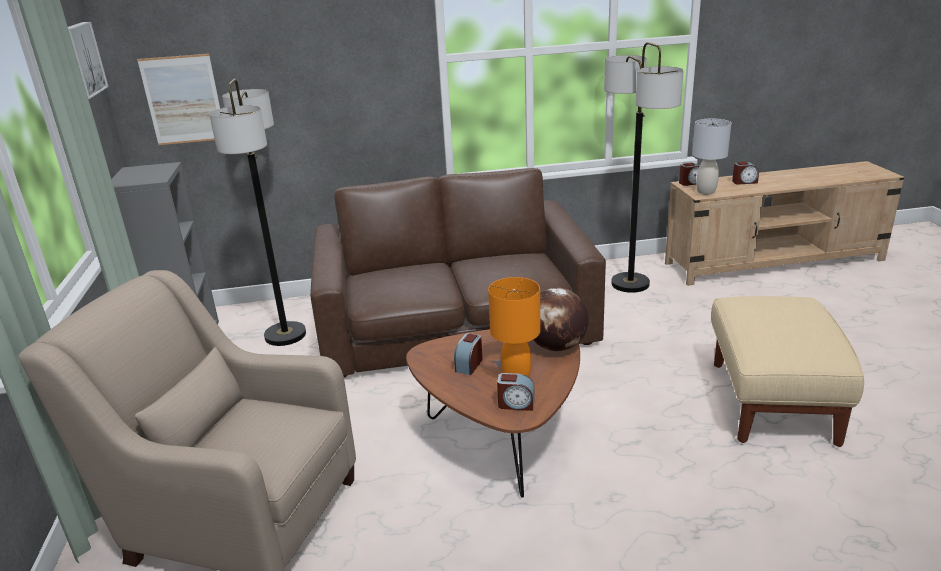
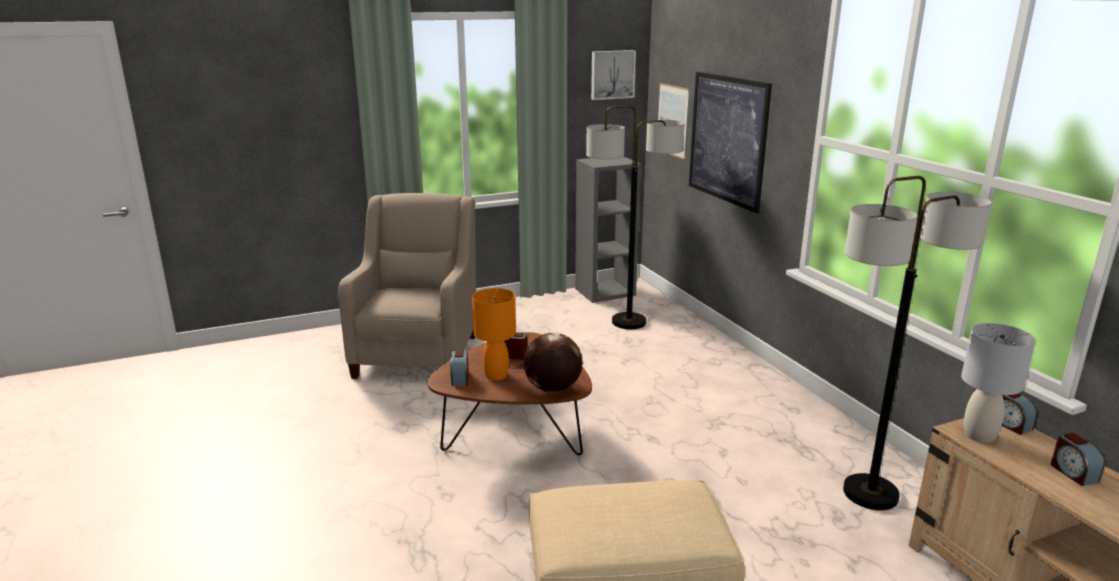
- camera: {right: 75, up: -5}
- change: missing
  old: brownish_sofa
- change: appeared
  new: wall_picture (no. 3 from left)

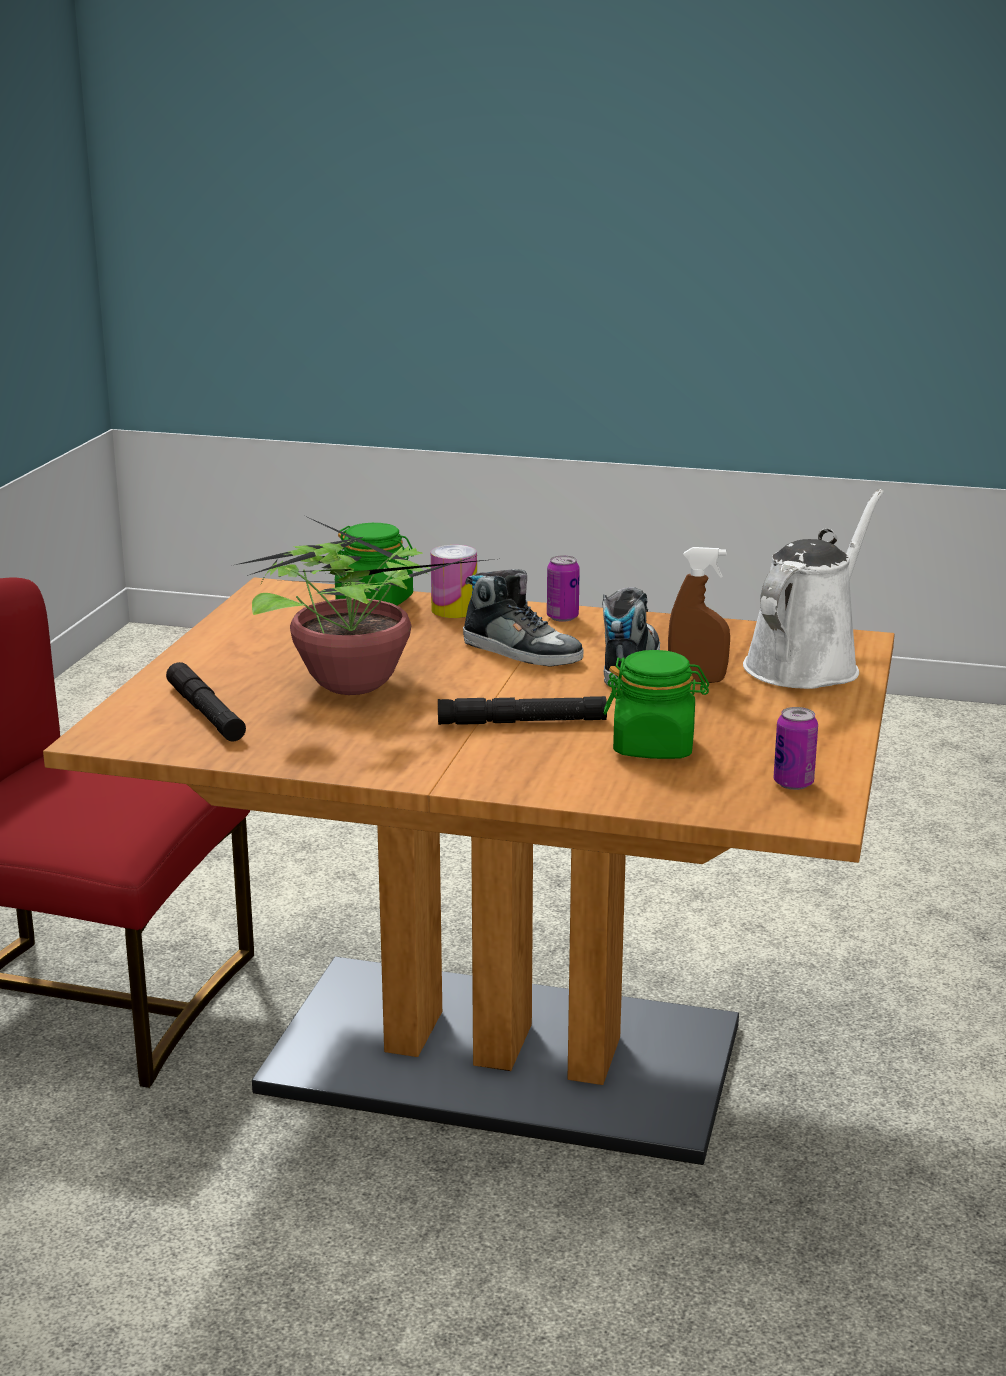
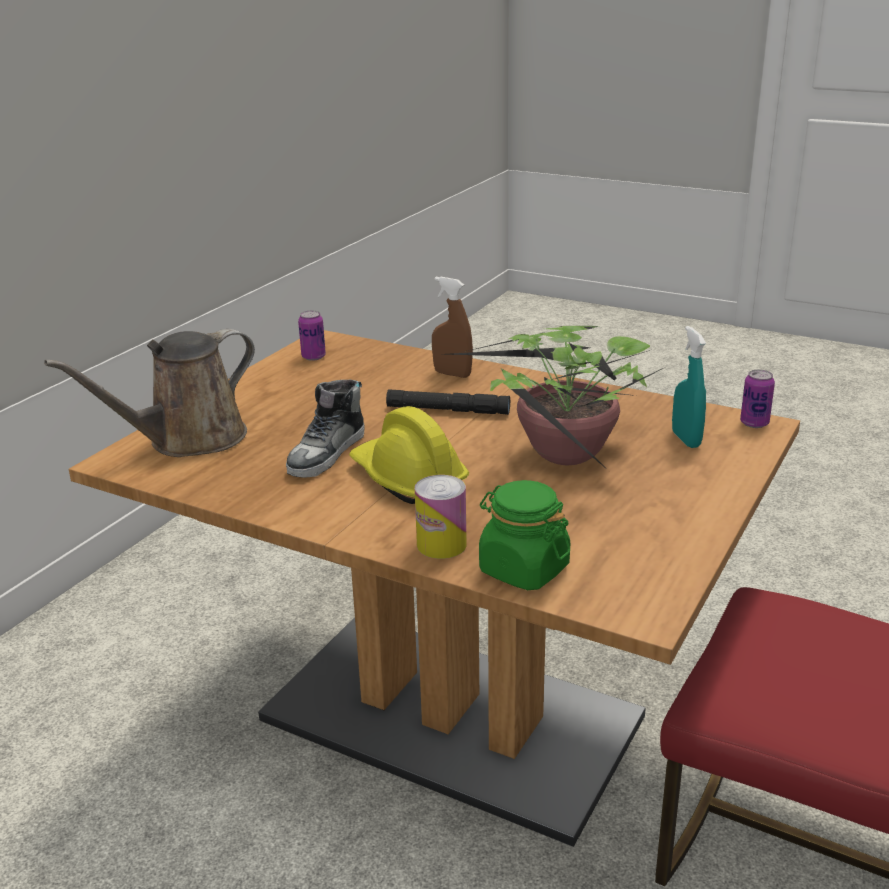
- camera: {right: -165, up: 5}
- change: exchanged
  old: blackish_torch (no. 1 from left)
  new: blue-green_hand_sprayer
- change: exchanged
  old: item_of_footwear (no. 1 from left)
  new: yellow-coloured_work_helmet
- change: relocated
  old: metal_can (no. 2 from left in the first image)
  new: metal_can (no. 3 from left)
- change: missing
  old: green_storage_jar (no. 2 from left)
- change: relocated
  old: brownish_hand_sprayer
- change: colour
  old: white-coloured_watering_can
  new: brownish_watering_can

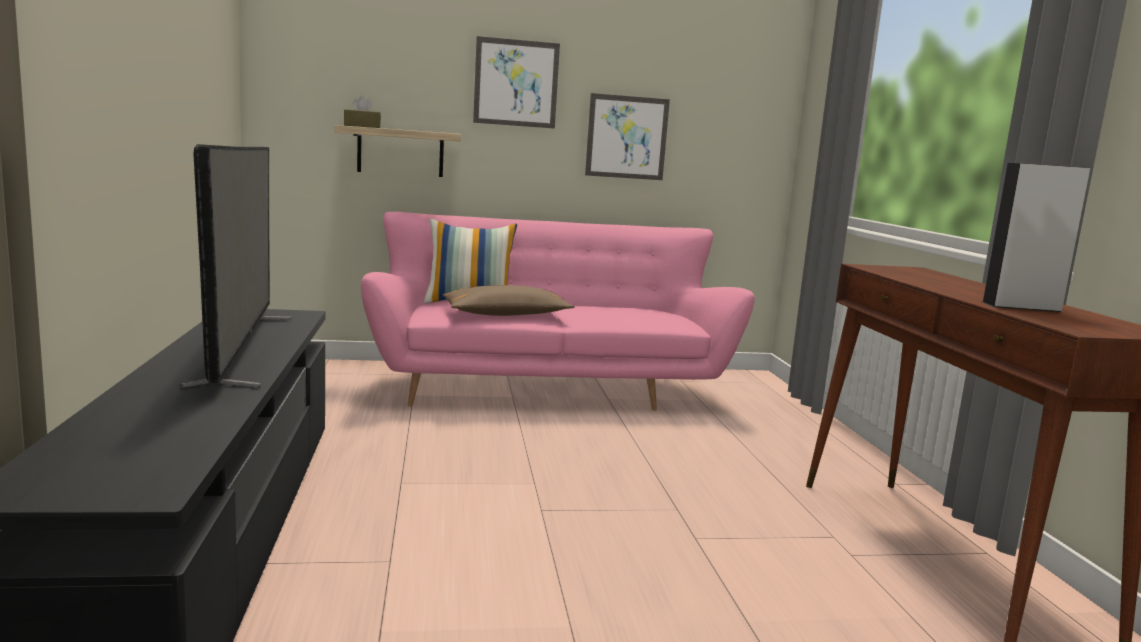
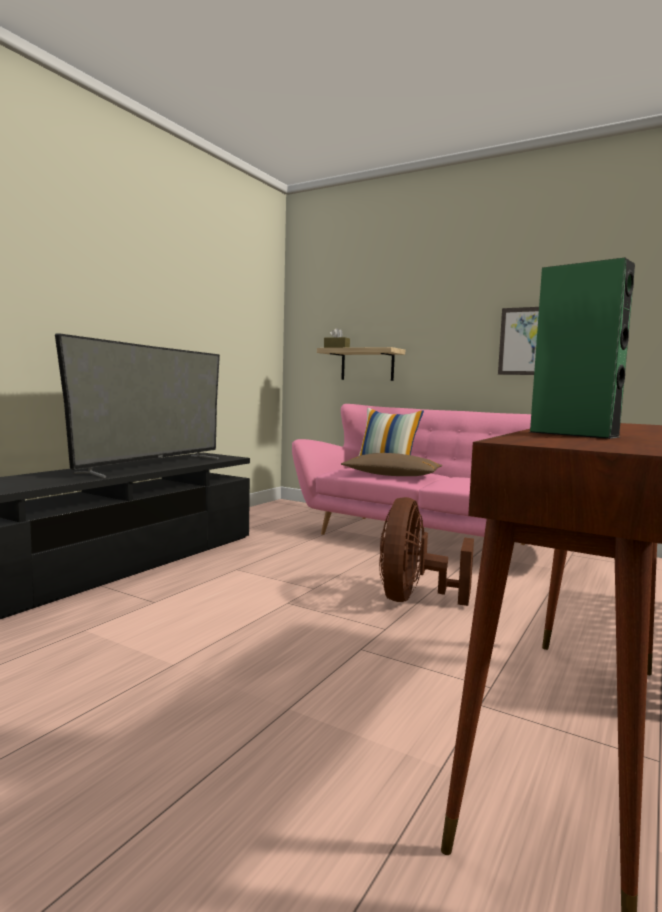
- camera: {right: 40, up: -5}
- change: missing
  old: wall_picture (no. 1 from left)
- change: colour
  old: gray_audio_speaker
  new: green_audio_speaker
- change: appeared
  new: brownish_cooling_fan

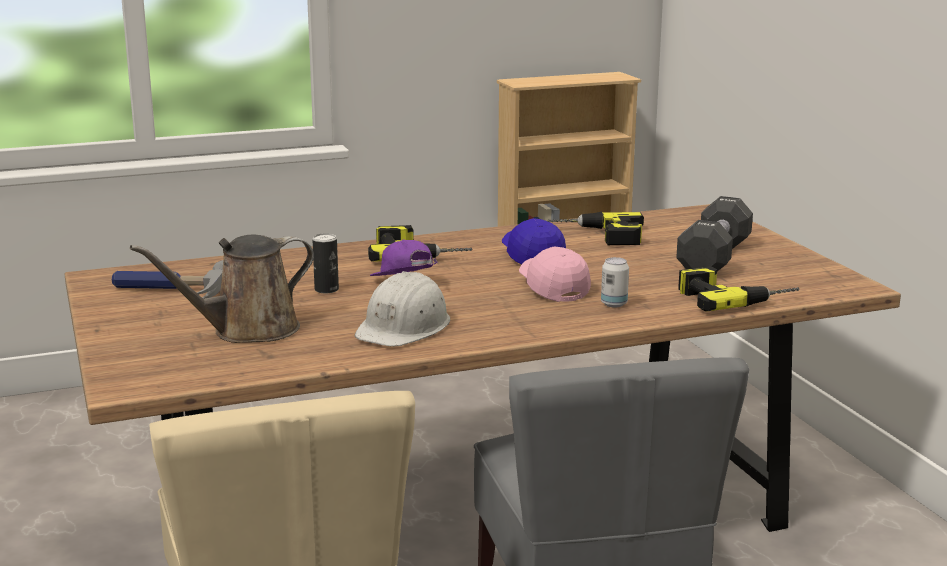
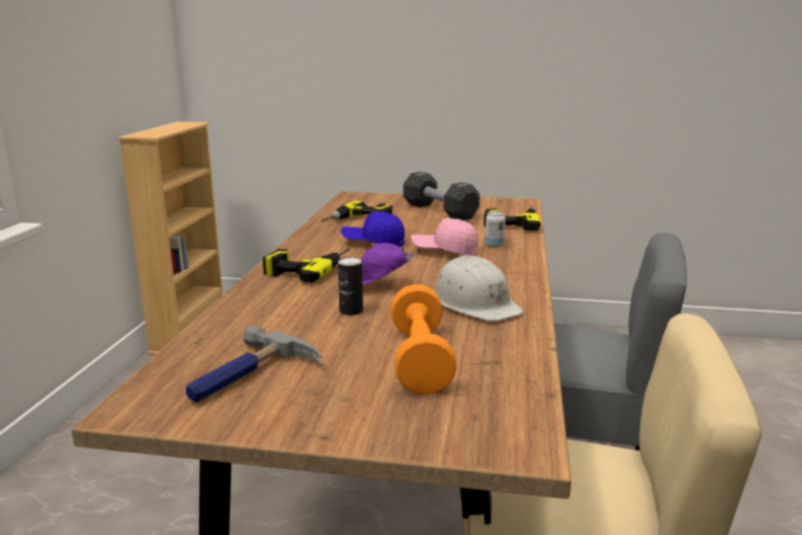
- camera: {right: -60, up: 0}
- change: exchanged
  old: brownish_watering_can
  new: orange_free_weight

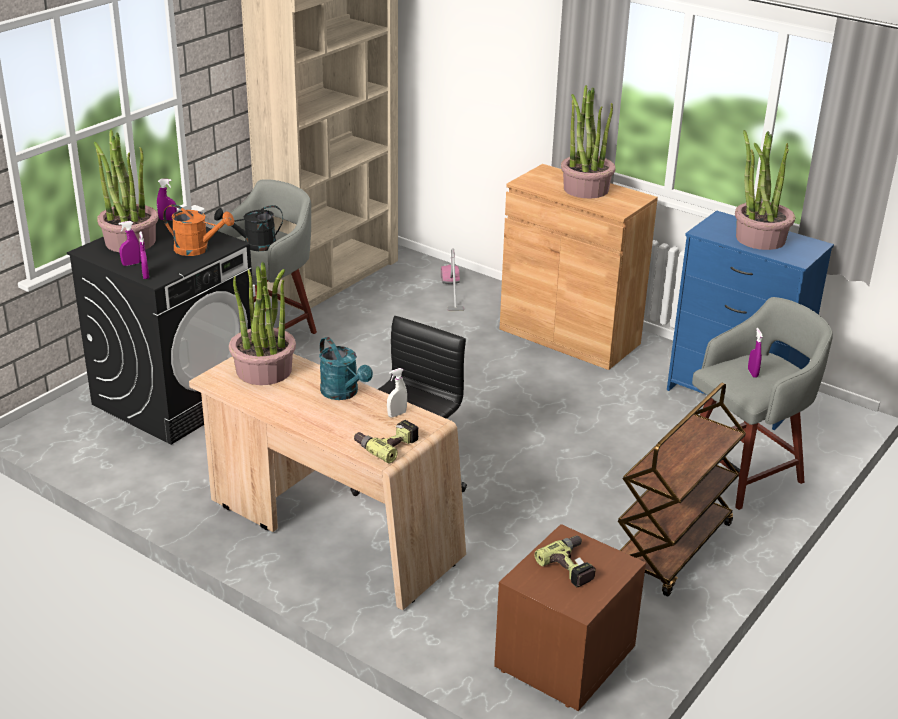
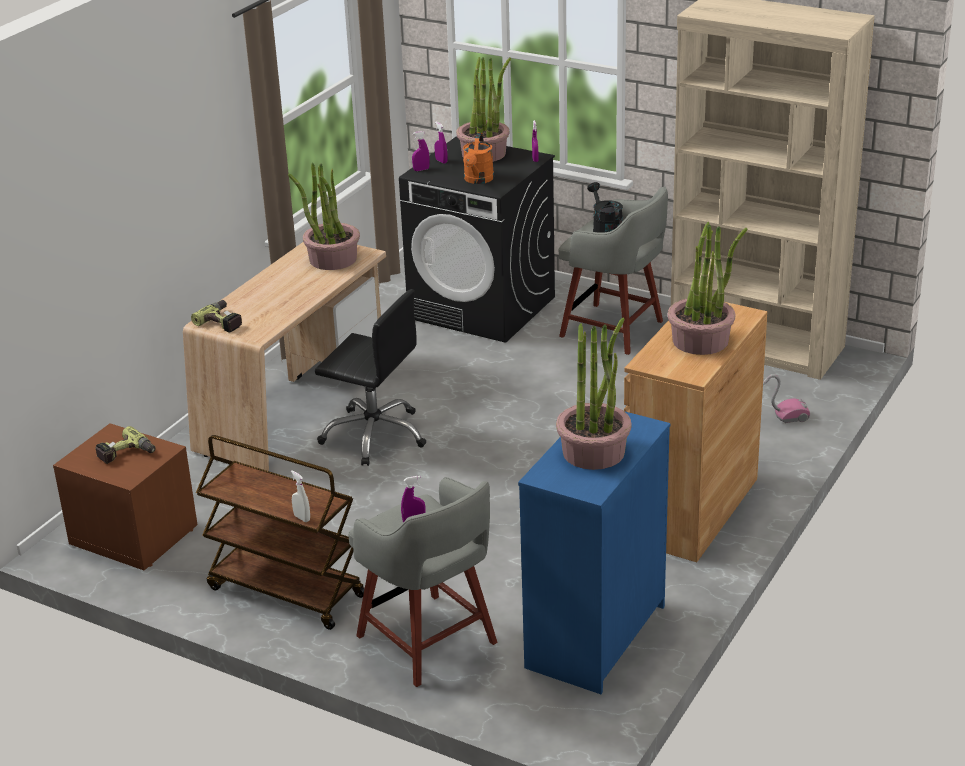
- camera: {right: 85, up: 0}
- change: missing
  old: blue-green_watering_can
- change: relocated
  old: white-coloured_hand_sprayer

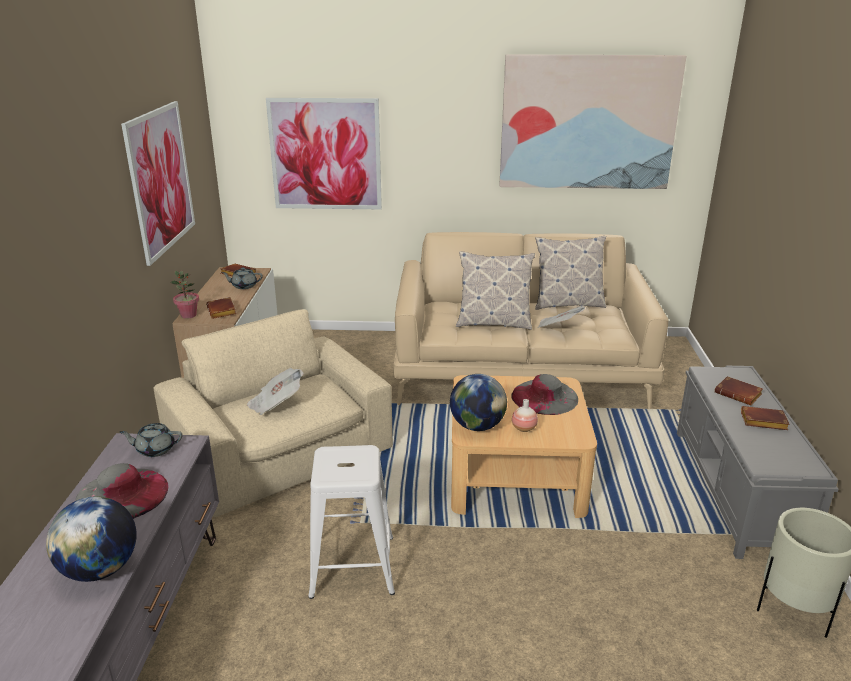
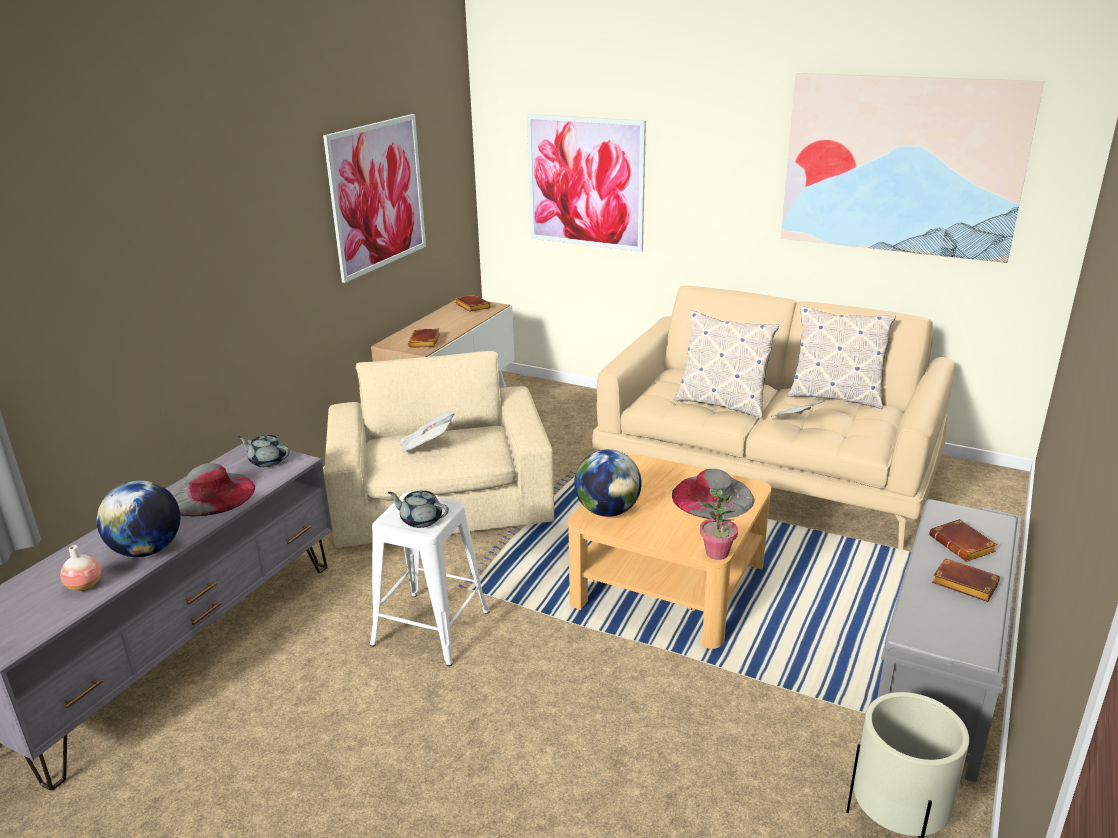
- camera: {right: 25, up: 0}
- change: relocated
  old: houseplant
- change: relocated
  old: gray_teapot (no. 2 from left)
- change: relocated
  old: vase

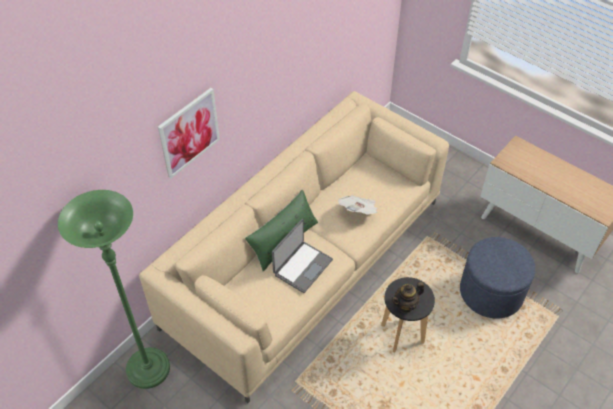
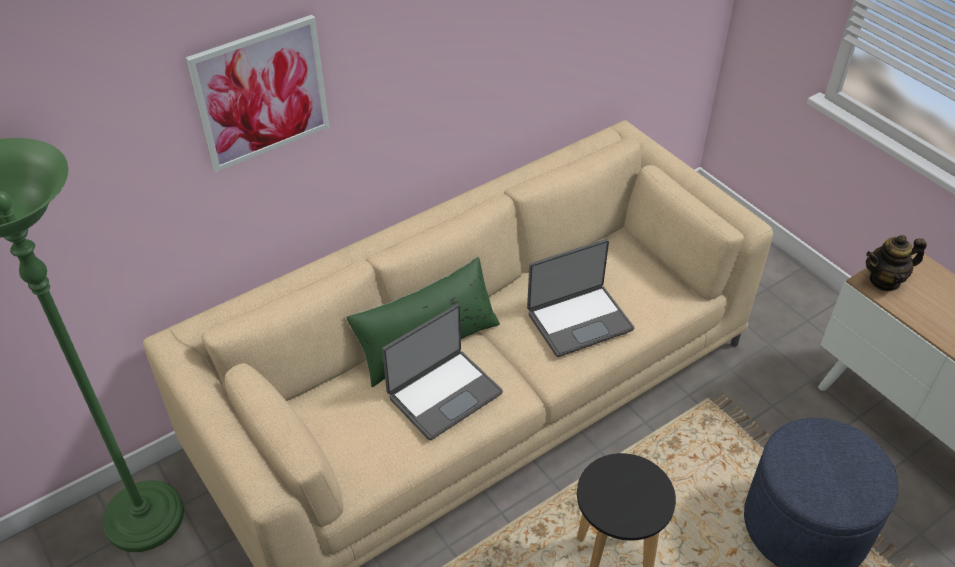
- camera: {right: 15, up: -5}
- change: exchanged
  old: printed_paper
  new: laptop (no. 2 from left)
- change: relocated
  old: teapot

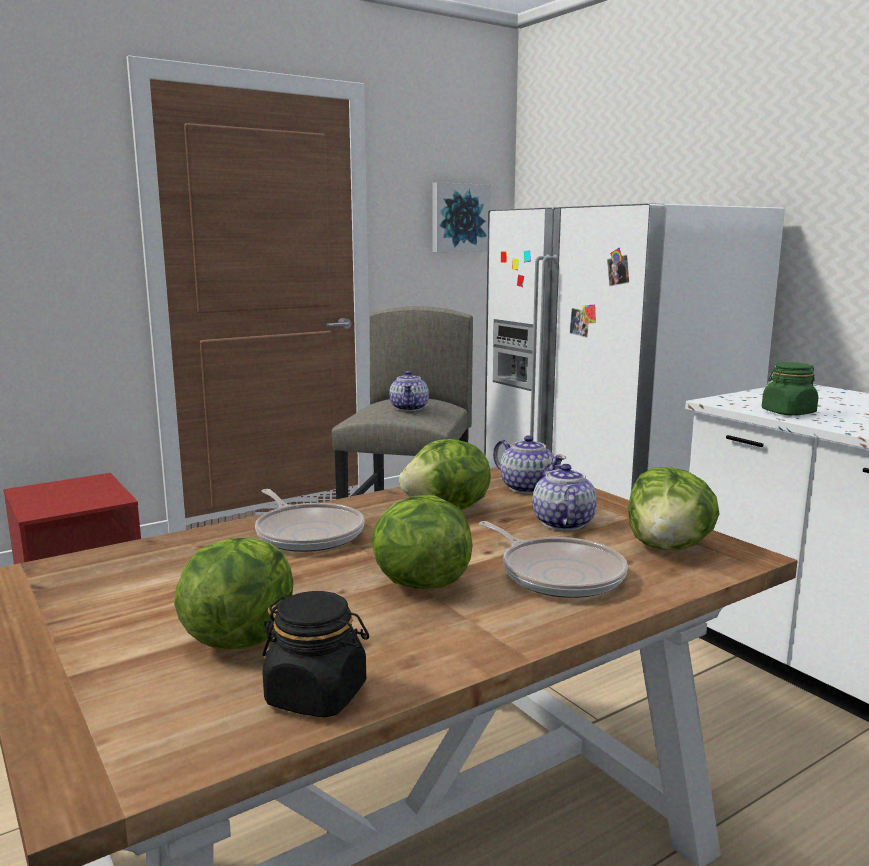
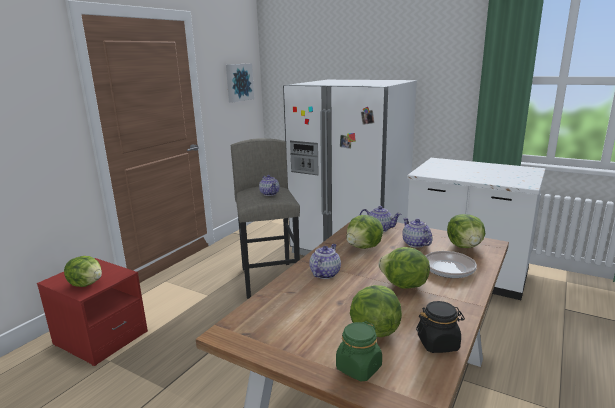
- camera: {right: -25, up: 5}
- change: exchanged
  old: skillet (no. 1 from left)
  new: teapot (no. 2 from left)
- change: relocated
  old: green_storage_jar
- change: appeared
  new: head_of_lettuce (no. 1 from left)

